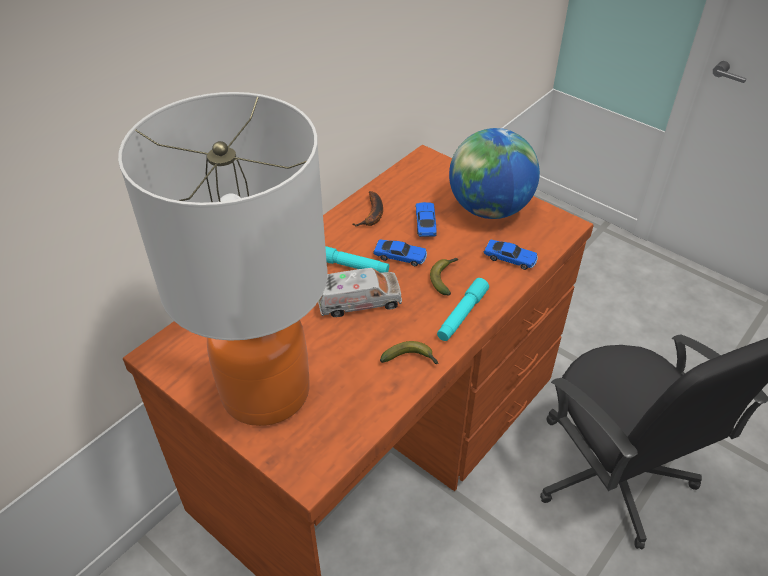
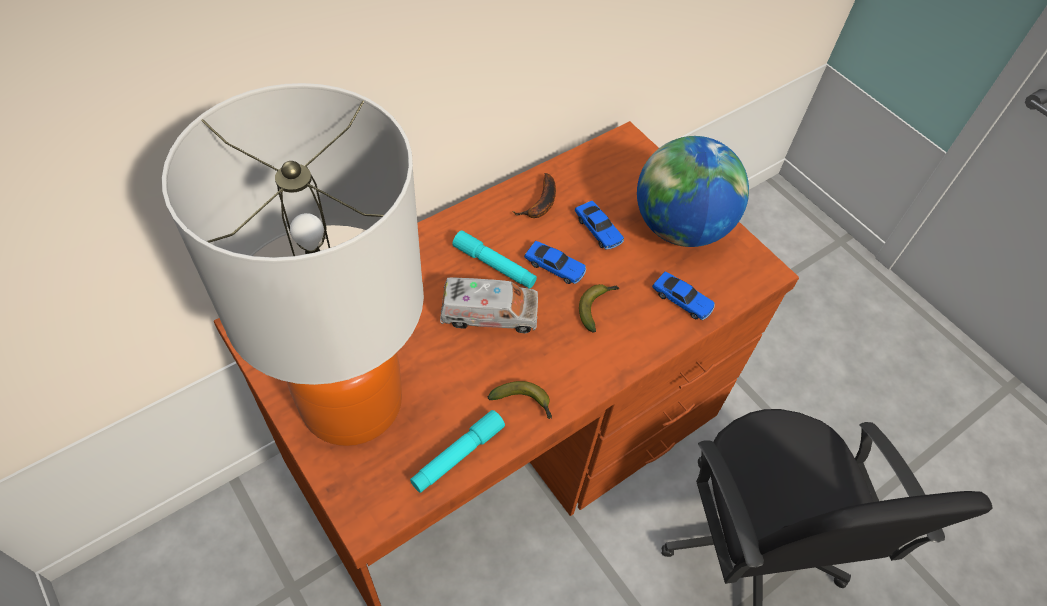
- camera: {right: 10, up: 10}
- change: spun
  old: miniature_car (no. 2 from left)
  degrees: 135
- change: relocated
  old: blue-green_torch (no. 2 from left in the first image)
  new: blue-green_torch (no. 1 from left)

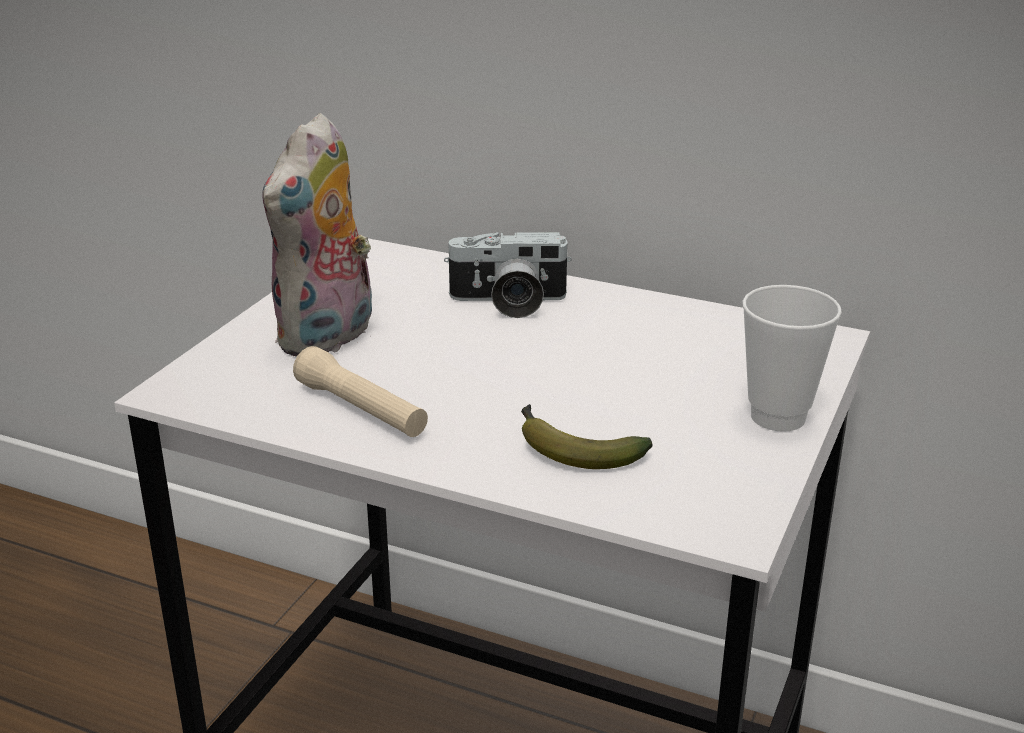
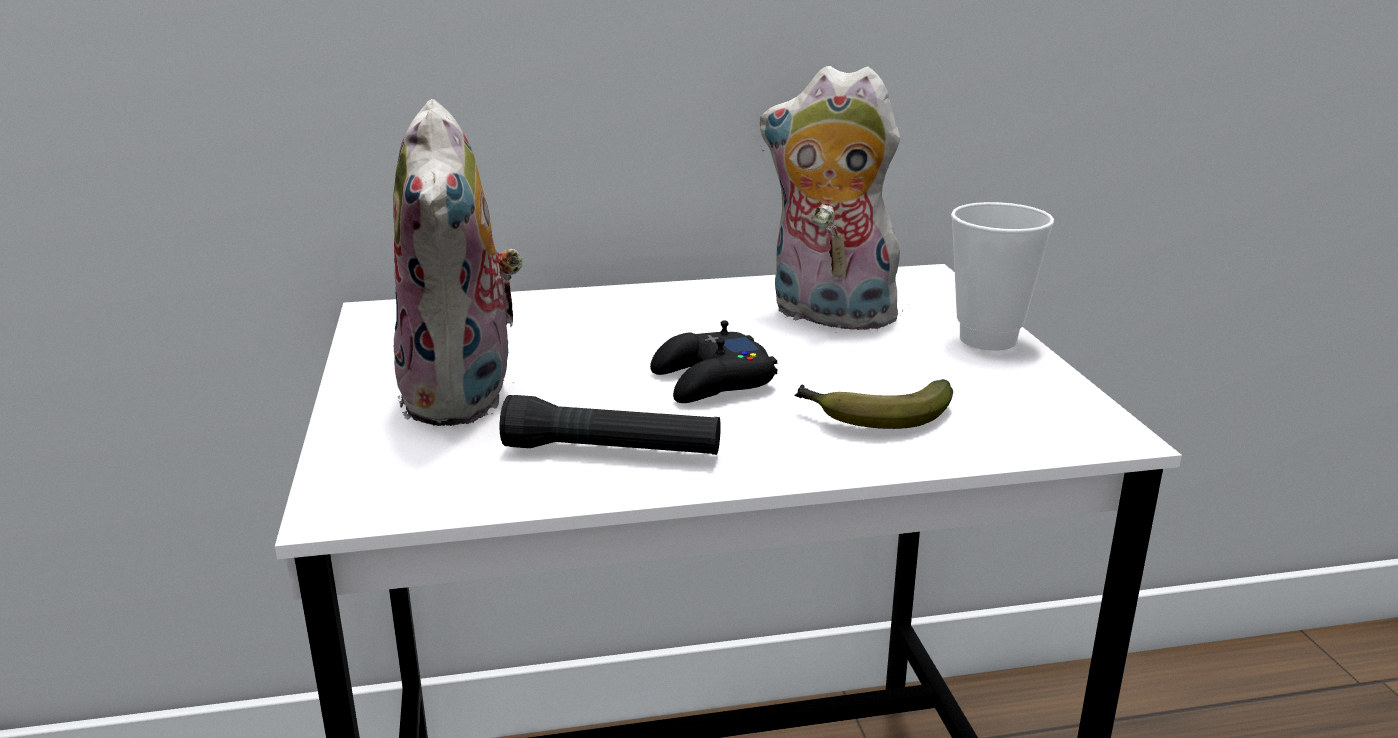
- camera: {right: -35, up: -5}
- change: colour
  old: beige_torch
  new: blackish_torch
- change: missing
  old: photo_camera
- change: appeared
  new: blackish_joypad
- change: appeared
  new: soft_toy (no. 2 from left)

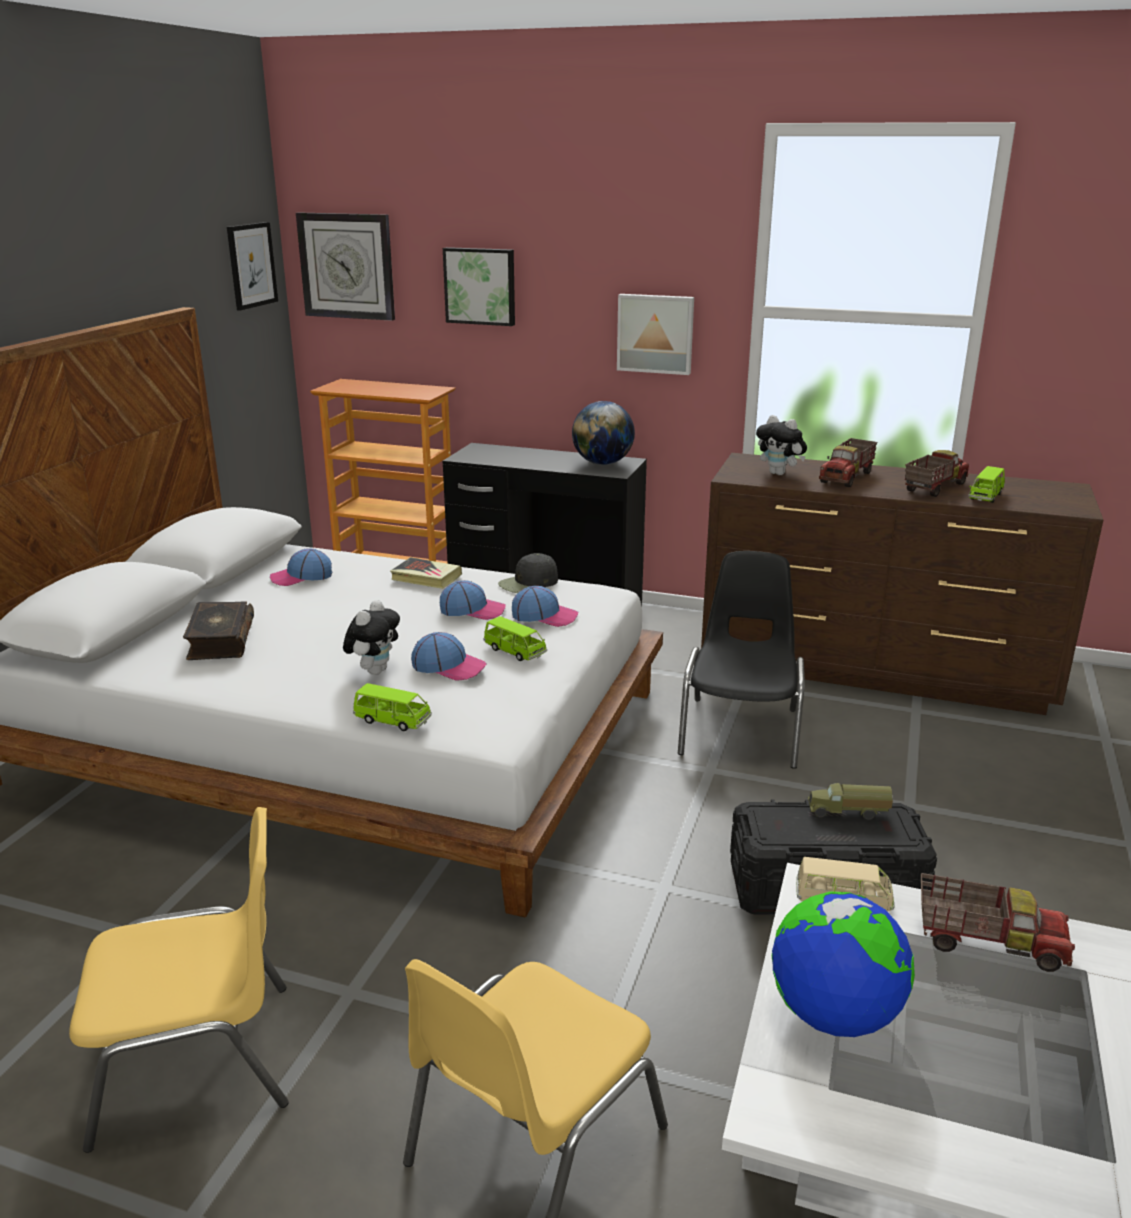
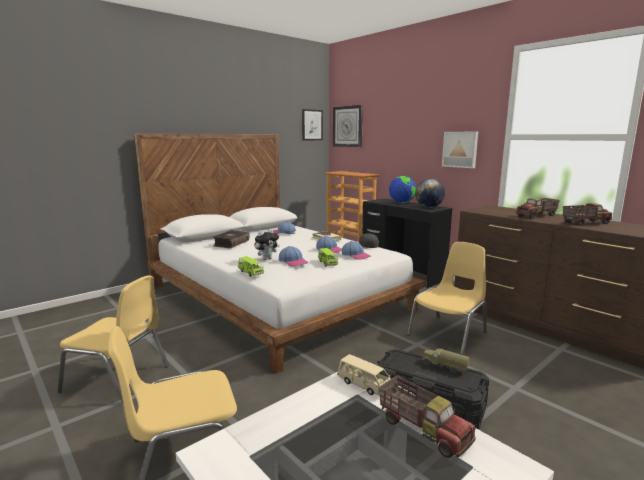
- camera: {right: 30, up: -10}
- change: missing
  old: wall_picture (no. 2 from left)
- change: colour
  old: blackish_plain_chair
  new: yellow-coloured_plain_chair (no. 3 from left)
- change: missing
  old: soft_toy (no. 2 from left)
- change: relocated
  old: desk_globe (no. 2 from left in the first image)
  new: desk_globe (no. 1 from left)
- change: missing
  old: green_miniature_car (no. 3 from left)

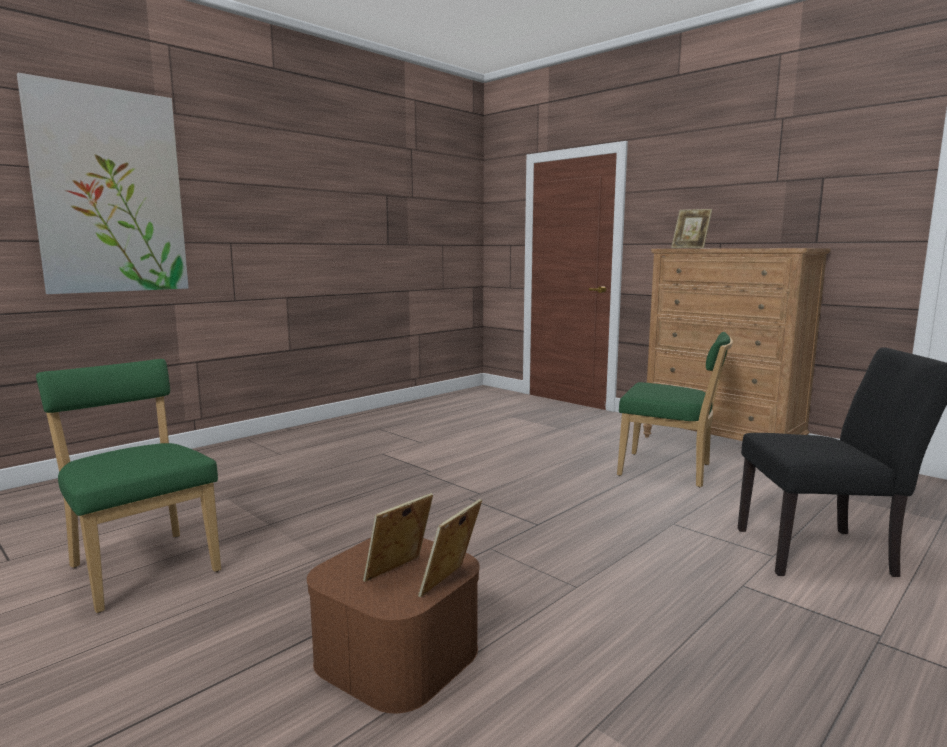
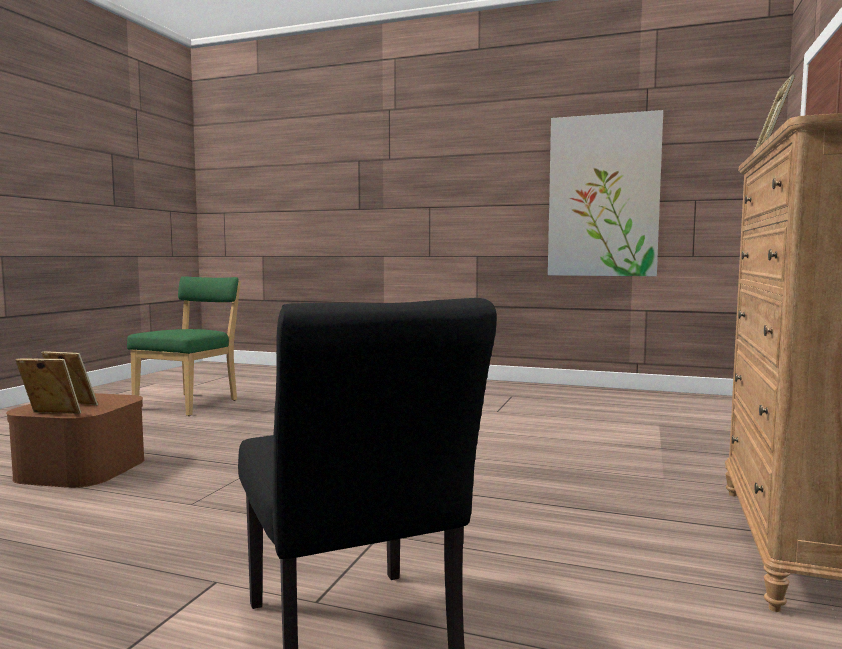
- camera: {right: 65, up: -5}
- change: relocated
  old: wall_picture
- change: missing
  old: green_plain_chair (no. 2 from left)

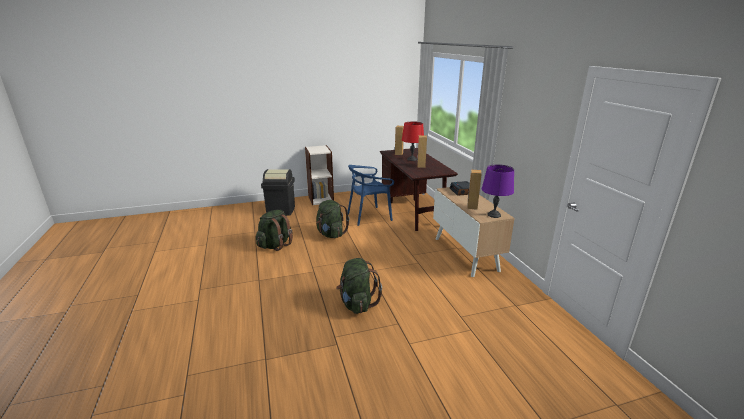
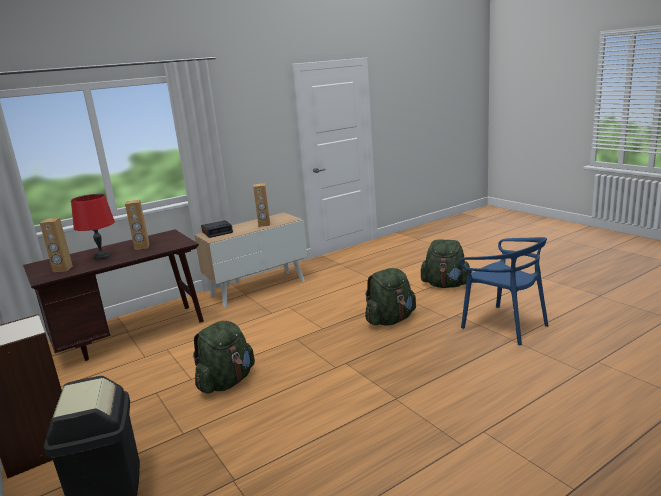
- camera: {right: -105, up: -5}
- change: relocated
  old: green_knapsack (no. 1 from left in the first image)
  new: green_knapsack (no. 3 from left)
- change: relocated
  old: blue_plain_chair
- change: missing
  old: purple-coloured_lamp_for_a_table

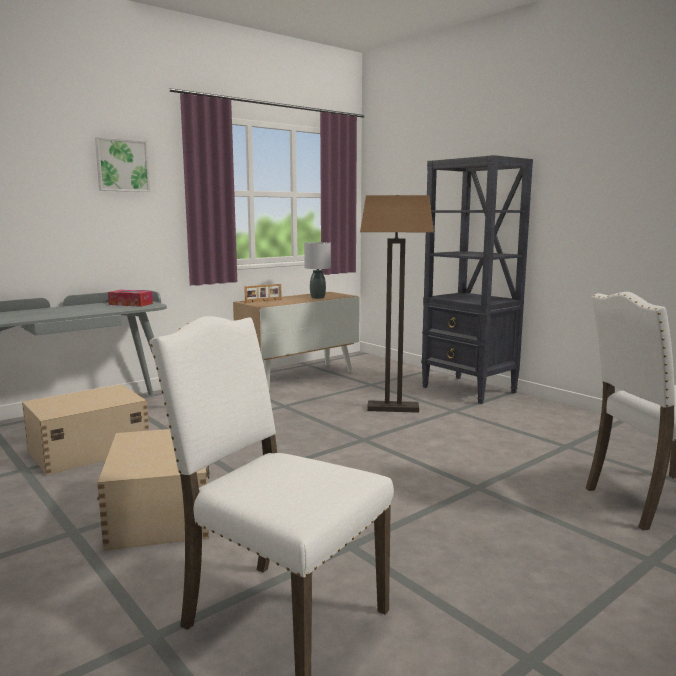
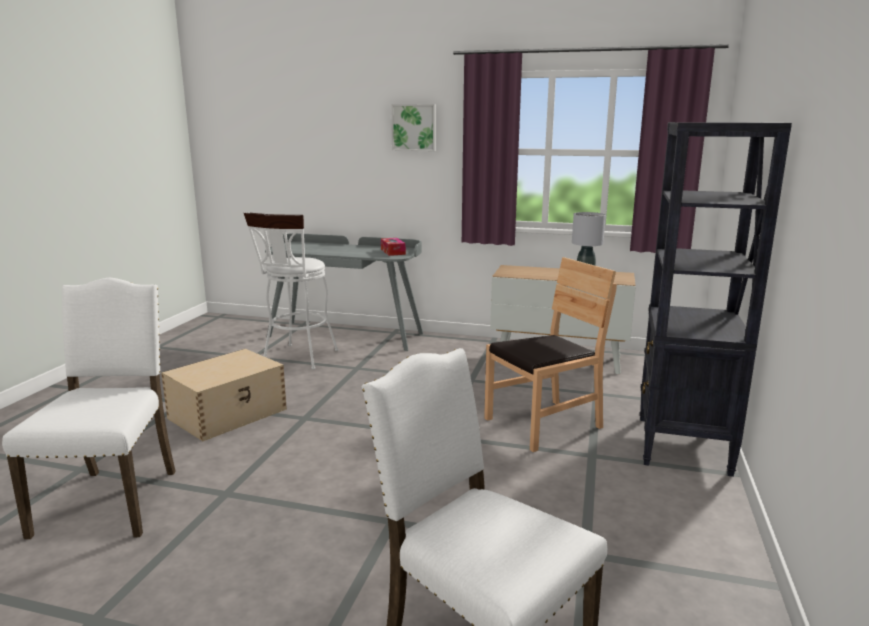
- camera: {right: 55, up: 5}
- change: exchanged
  old: beige_storage_box (no. 1 from left)
  new: white-coloured_stool_seat
- change: missing
  old: picture_frame
- change: exchanged
  old: standing_lamp
  new: brownish_plain_chair

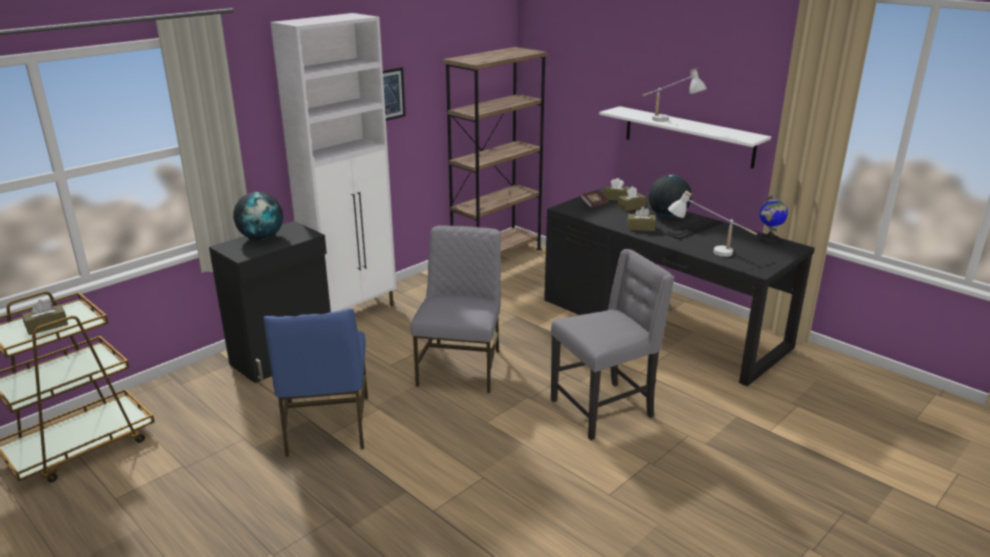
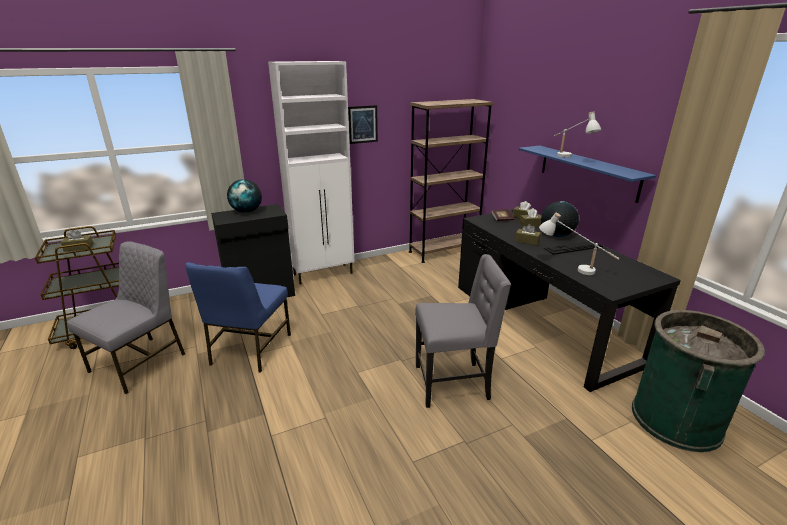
- camera: {right: 20, up: 0}
- change: relocated
  old: gray_plain_chair (no. 1 from left)
- change: colour
  old: white-coloured_bracket_shelf
  new: blue_bracket_shelf
- change: missing
  old: desk_globe (no. 3 from left)
- change: appeared
  new: green_rubbish_bin

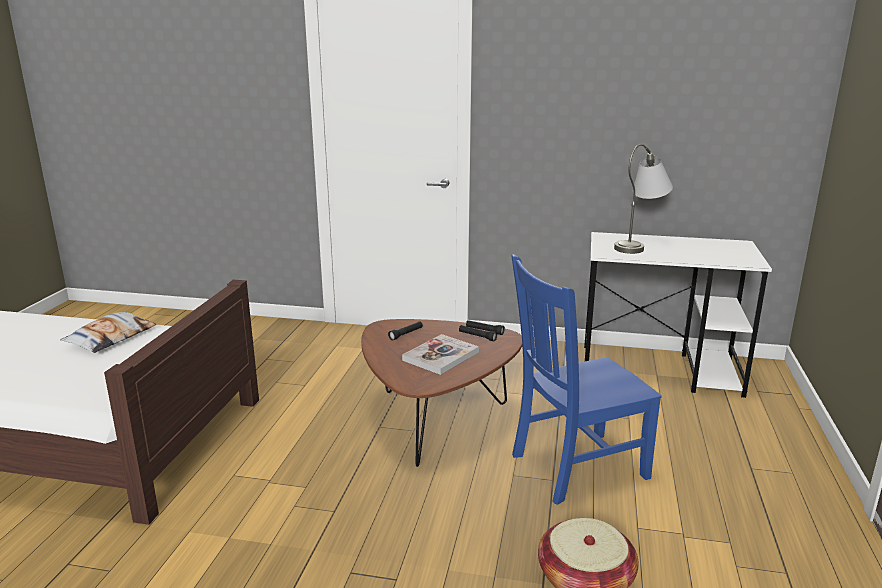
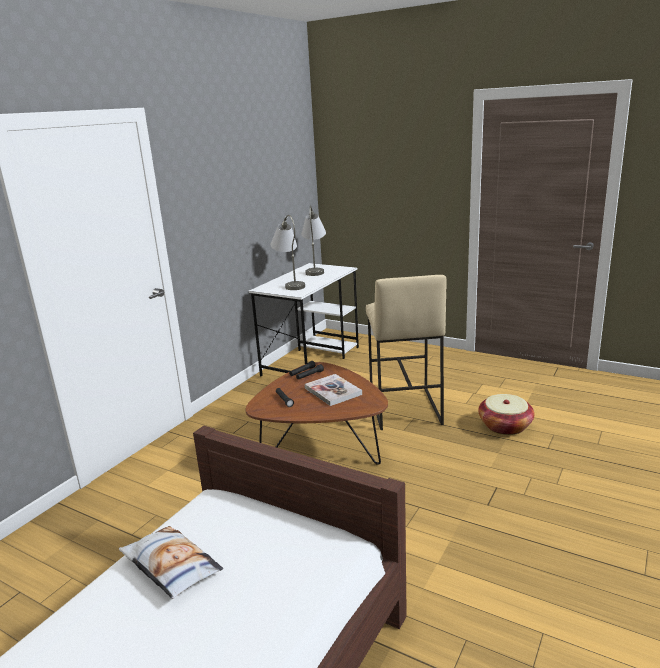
- camera: {right: -70, up: 0}
- change: exchanged
  old: blue_plain_chair
  new: beige_stool_seat
- change: appeared
  new: gray_lamp_for_a_table (no. 2 from left)

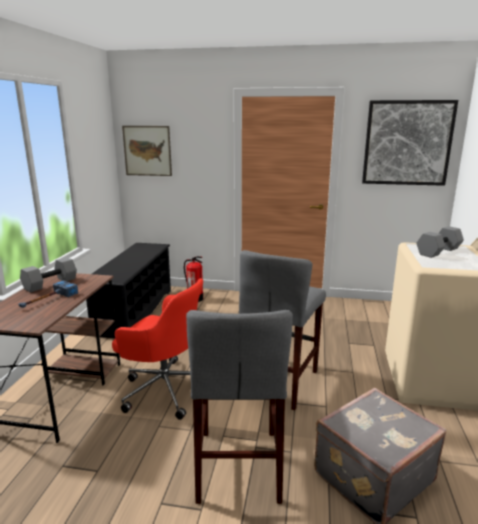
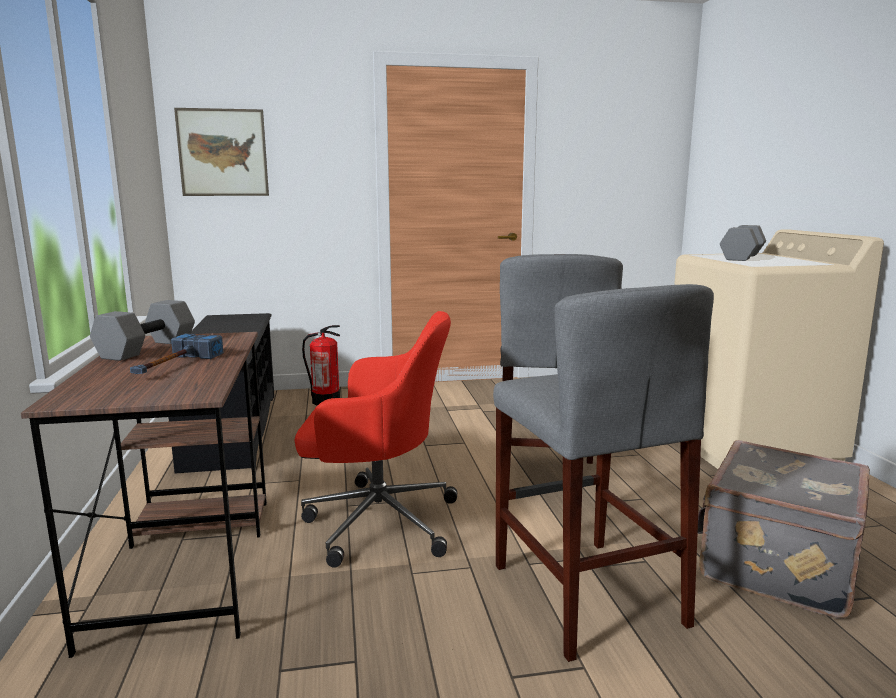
- camera: {right: -20, up: -5}
- change: missing
  old: wall_picture (no. 2 from left)

